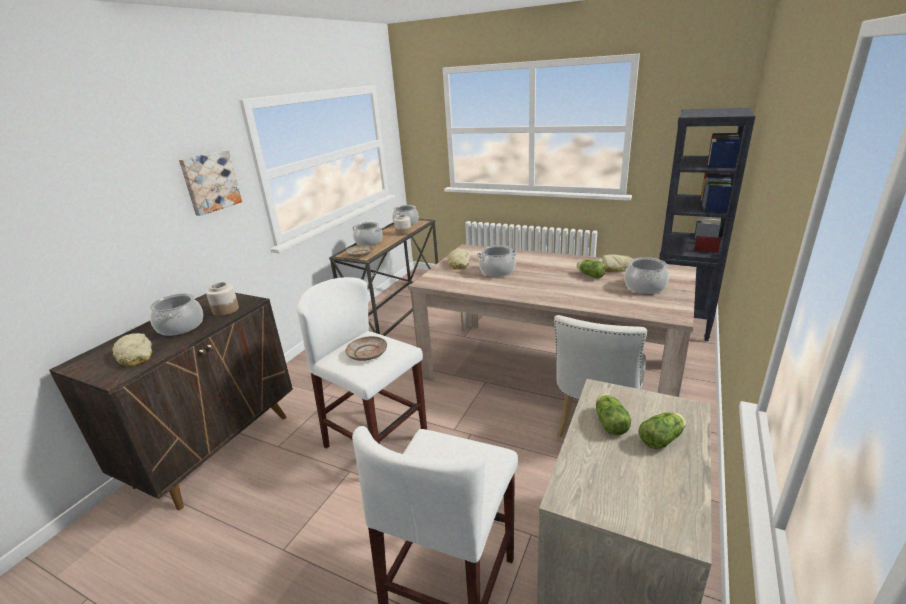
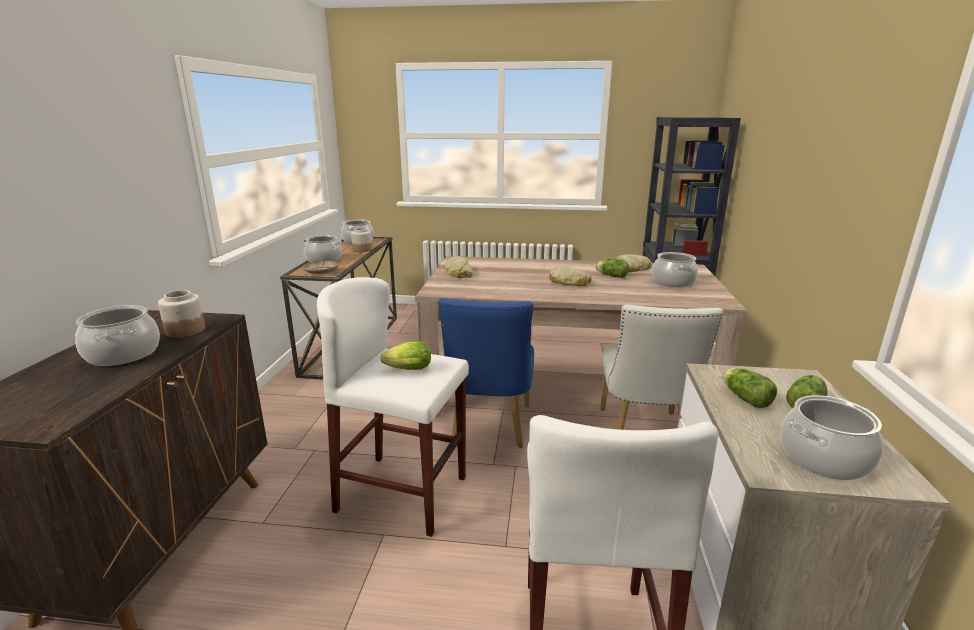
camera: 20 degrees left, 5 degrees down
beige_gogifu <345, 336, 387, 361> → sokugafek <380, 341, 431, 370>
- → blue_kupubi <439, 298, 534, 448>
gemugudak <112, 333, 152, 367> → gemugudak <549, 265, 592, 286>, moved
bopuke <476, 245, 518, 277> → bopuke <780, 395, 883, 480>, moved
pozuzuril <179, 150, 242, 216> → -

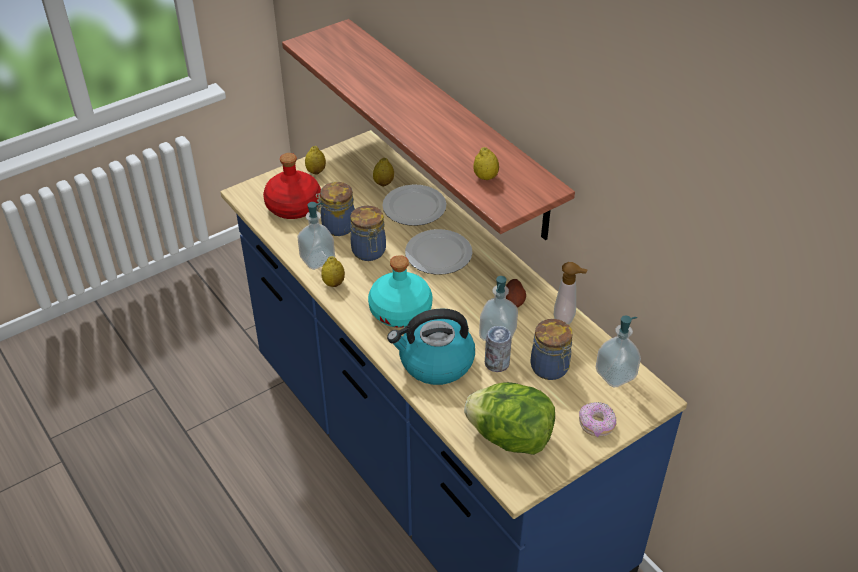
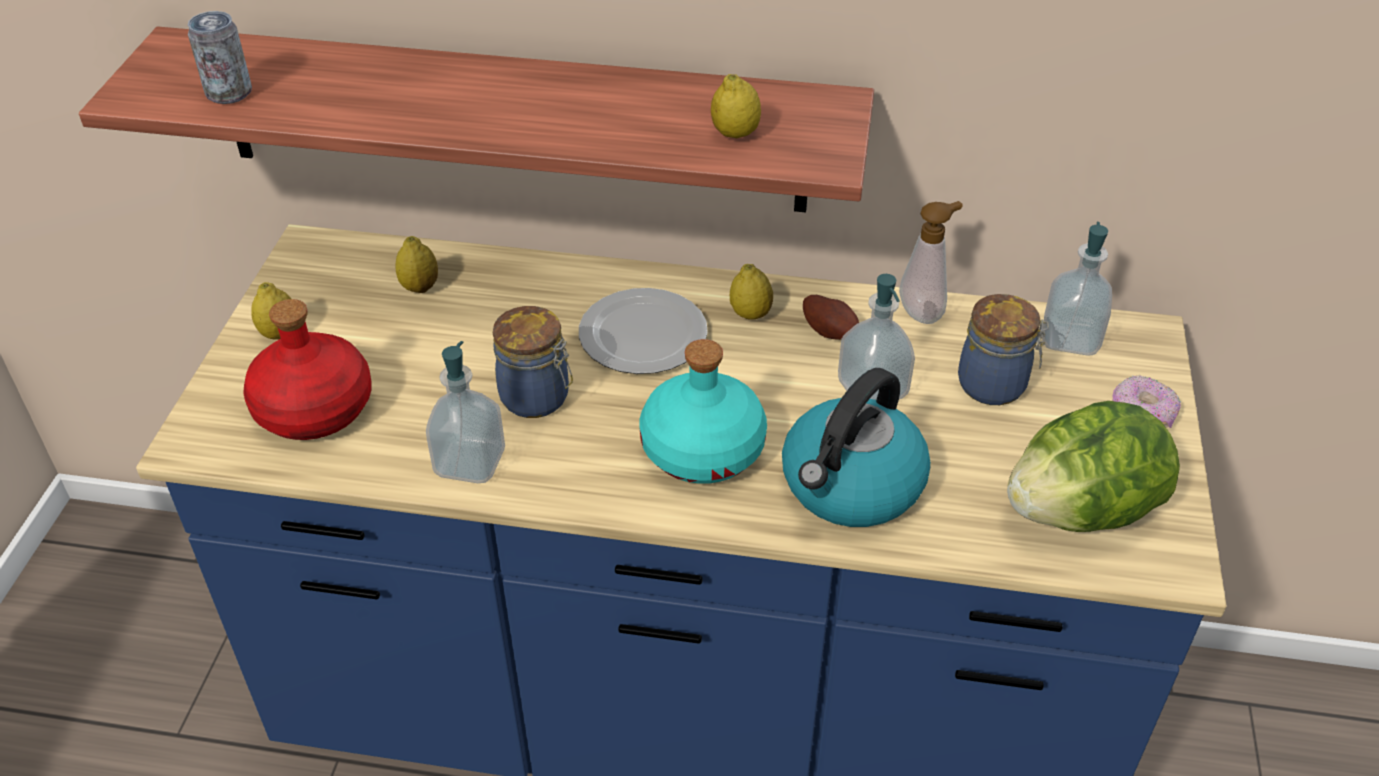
camera: 45 degrees left, 0 degrees up
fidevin <485, 326, 512, 372> → fidevin <188, 11, 252, 104>, moved
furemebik <321, 256, 345, 287> → furemebik <730, 264, 773, 320>, moved
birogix <316, 182, 355, 236> → -
gogifu <382, 184, 447, 226> → -

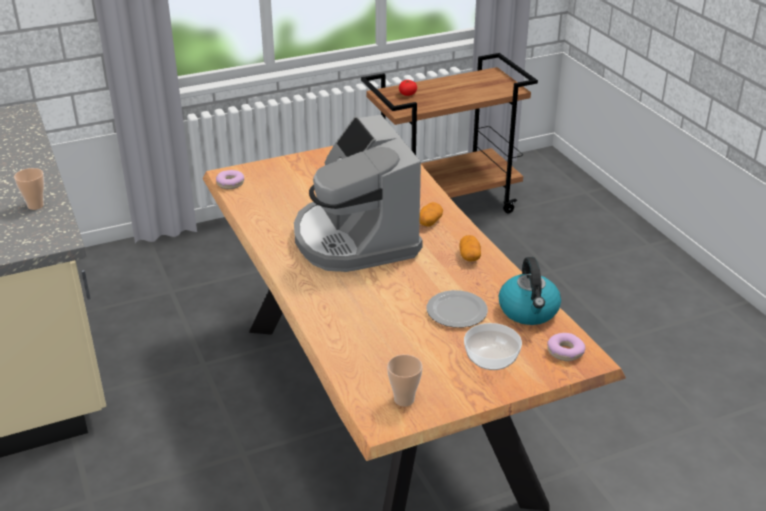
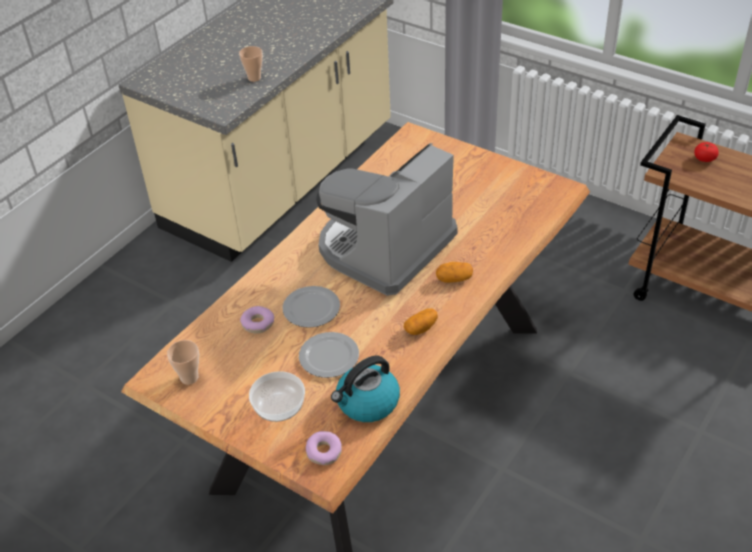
camera: 60 degrees right, 10 degrees up
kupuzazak <216, 170, 244, 189> → kupuzazak <240, 306, 274, 334>, moved
- → gogifu <283, 286, 340, 328>

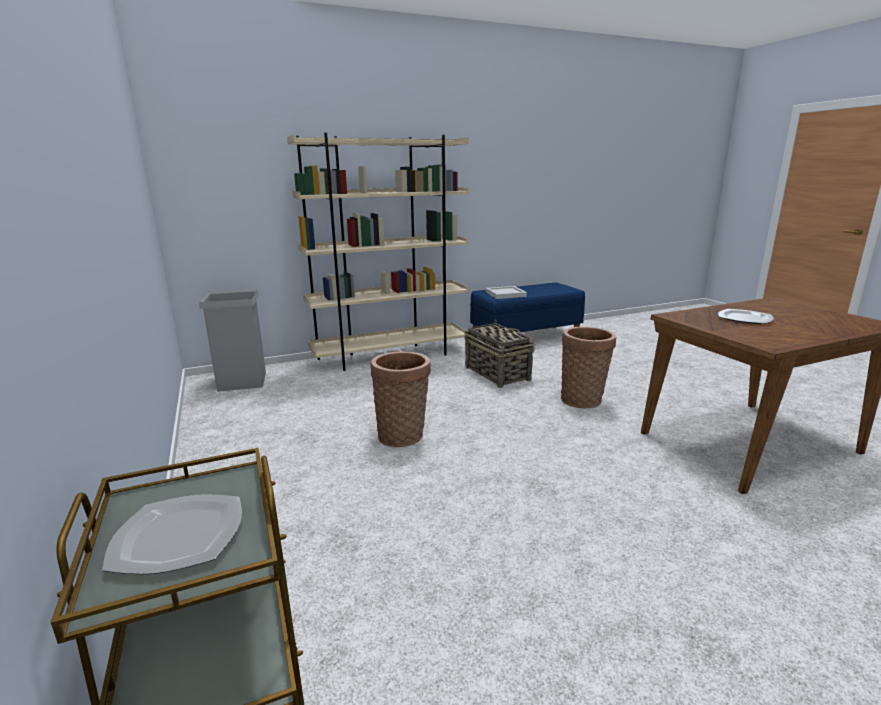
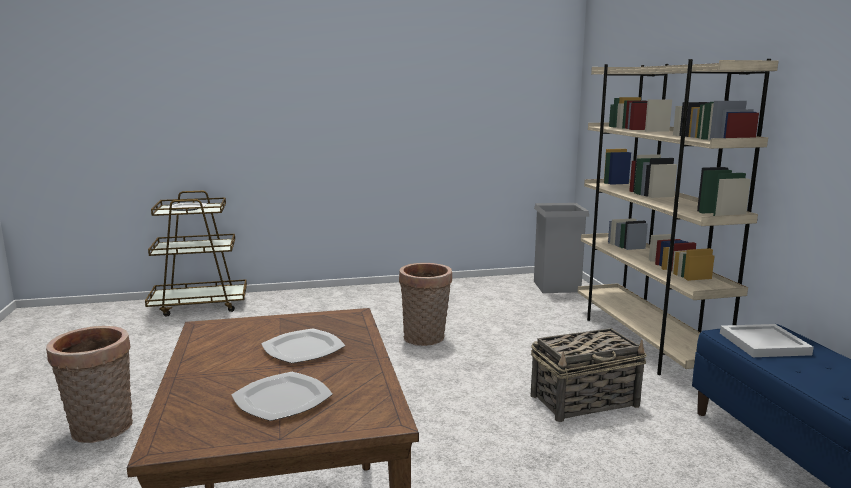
camera: 100 degrees right, 5 degrees down
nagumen <561, 327, 617, 408> → nagumen <46, 326, 133, 443>, moved
- → gogifu <231, 372, 333, 421>

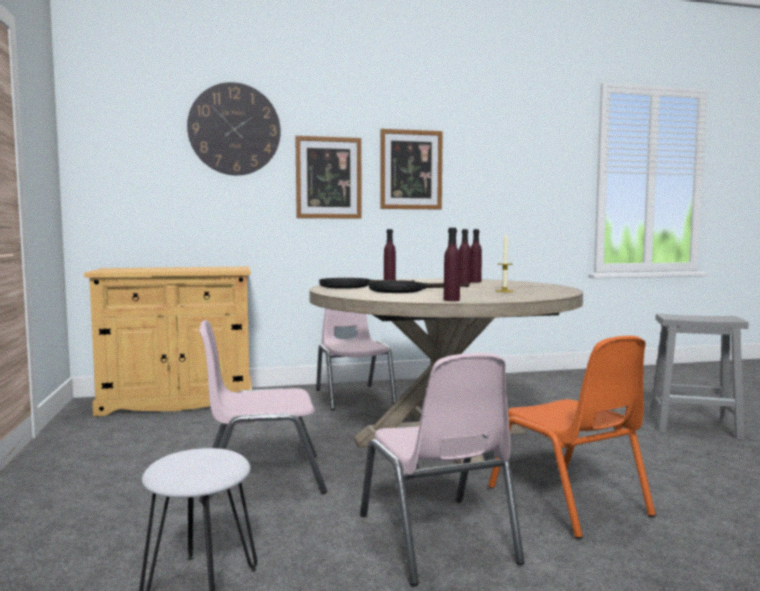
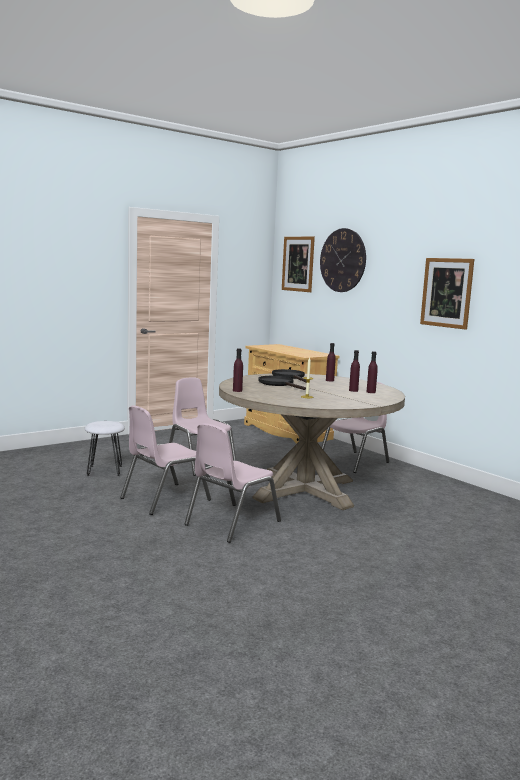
camera: 65 degrees right, 5 degrees up
orange_kupubi <488, 336, 656, 539> → pink_kupubi <184, 423, 281, 543>
pozuzuril <295, 136, 362, 219> → pozuzuril <282, 236, 315, 292>, moved
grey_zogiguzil <650, 314, 749, 440> → -

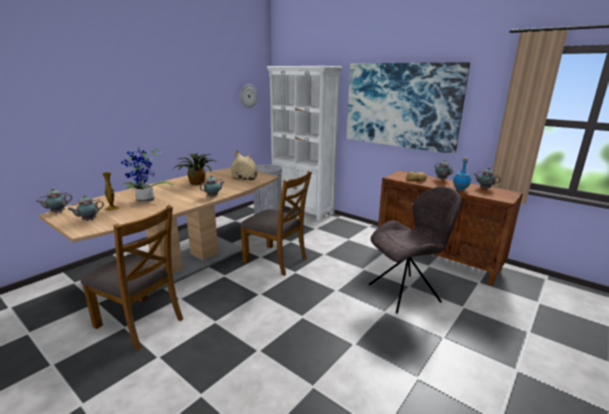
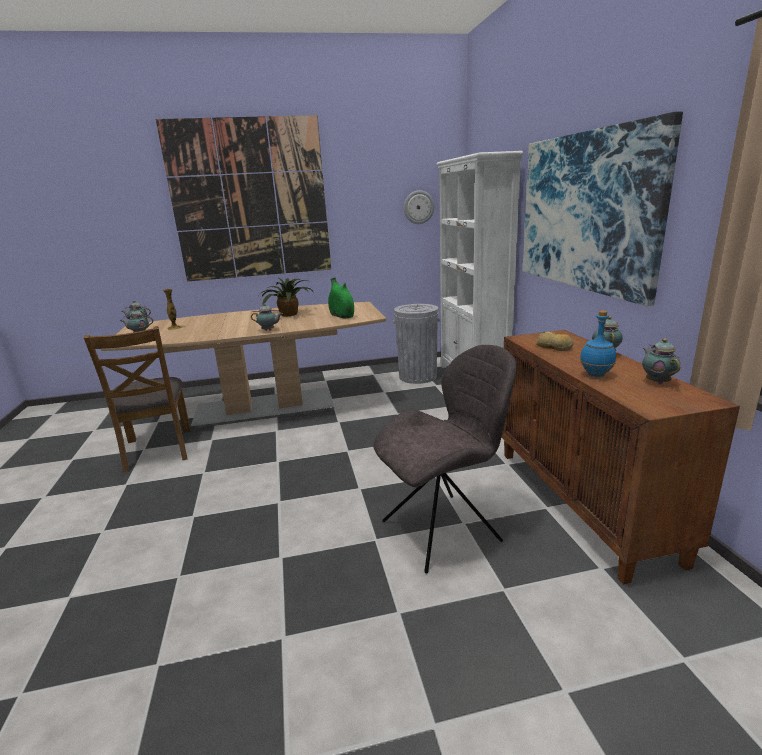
camera: 40 degrees right, 0 degrees up
- → pozuzuril <156, 115, 331, 281>
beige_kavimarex <231, 150, 257, 180> → green_kavimarex <328, 278, 354, 318>
grey_kupubi <369, 187, 462, 313> → grey_kupubi <373, 345, 517, 573>, 45 degrees counterclockwise
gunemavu <121, 147, 174, 203> → -
brown_kupubi <240, 170, 312, 276> → -

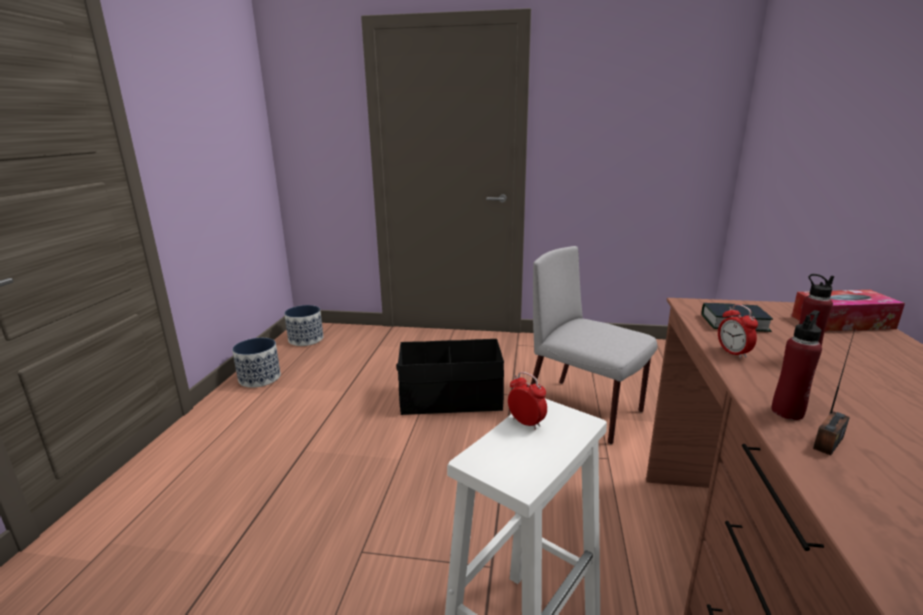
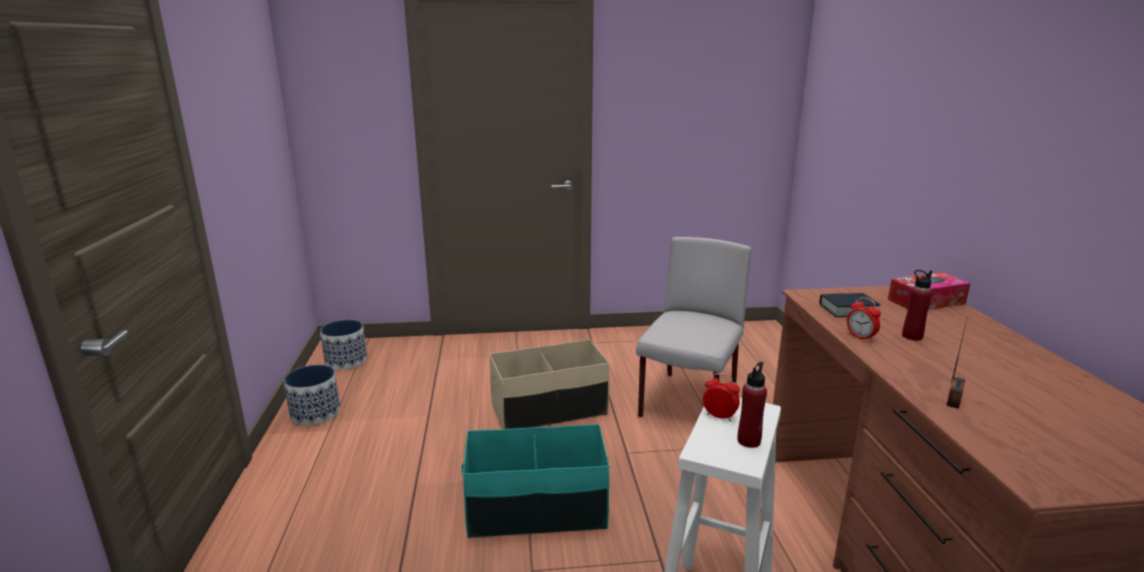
camera: 15 degrees left, 0 degrees up
- → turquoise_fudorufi <461, 424, 609, 538>
black_fudorufi <396, 339, 504, 415> → beige_fudorufi <489, 339, 609, 429>
grey_kupubi <531, 246, 657, 444> → grey_kupubi <636, 237, 751, 417>, 90 degrees clockwise
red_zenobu <771, 310, 822, 420> → red_zenobu <738, 361, 767, 448>, moved

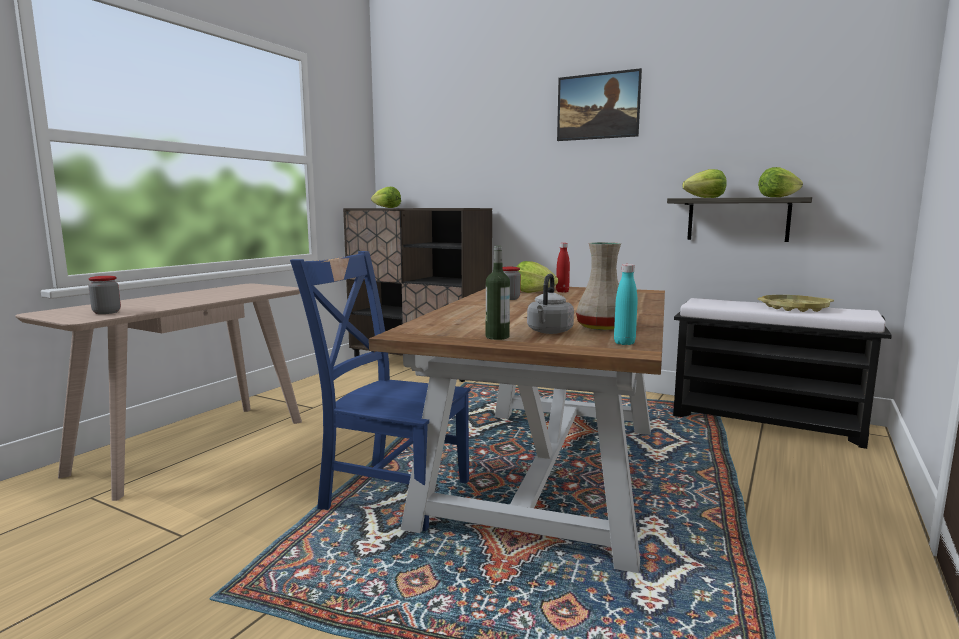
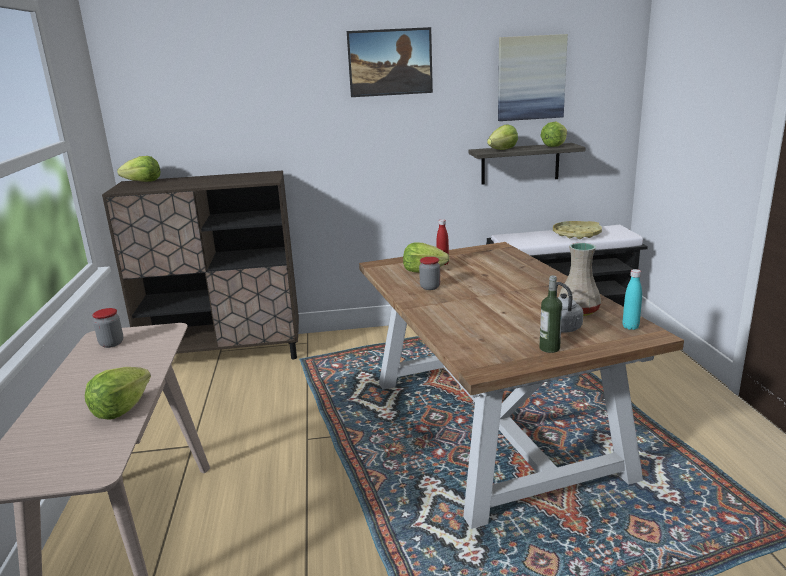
camera: 35 degrees left, 10 degrees up
- → sokugafek <85, 367, 151, 420>
birogix <88, 276, 121, 314> → birogix <92, 308, 123, 348>, moved
- → pozuzuril <498, 34, 568, 121>
blue_kupubi <290, 251, 471, 531> → -

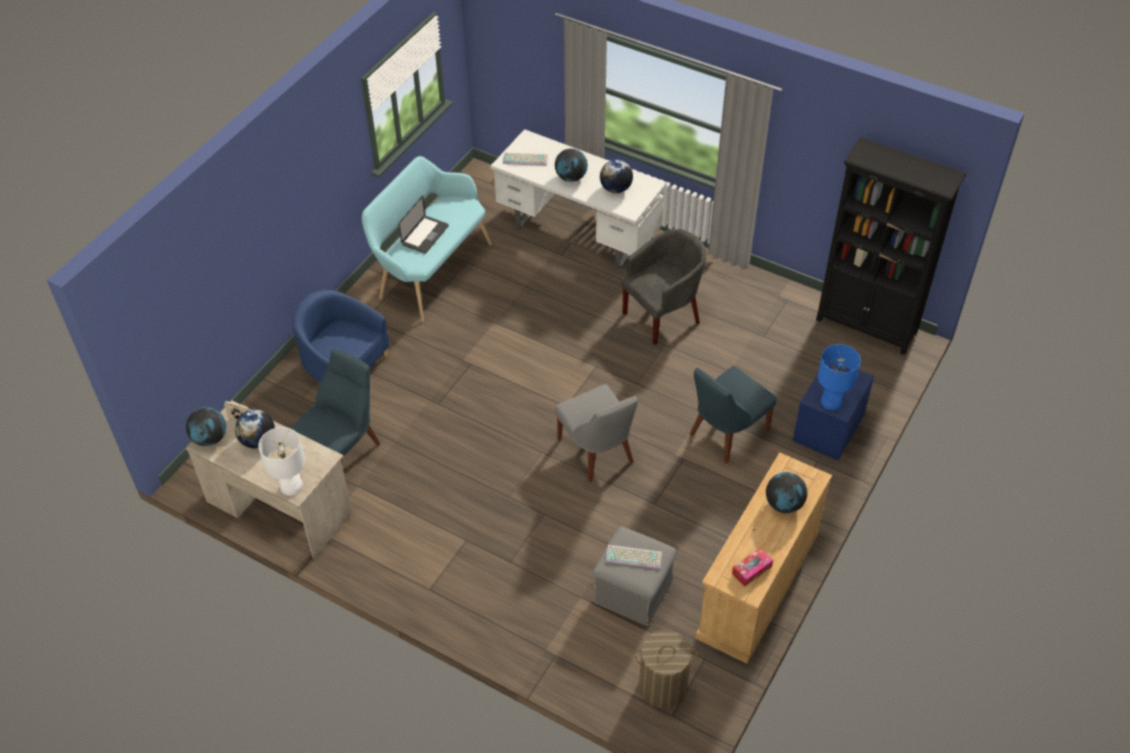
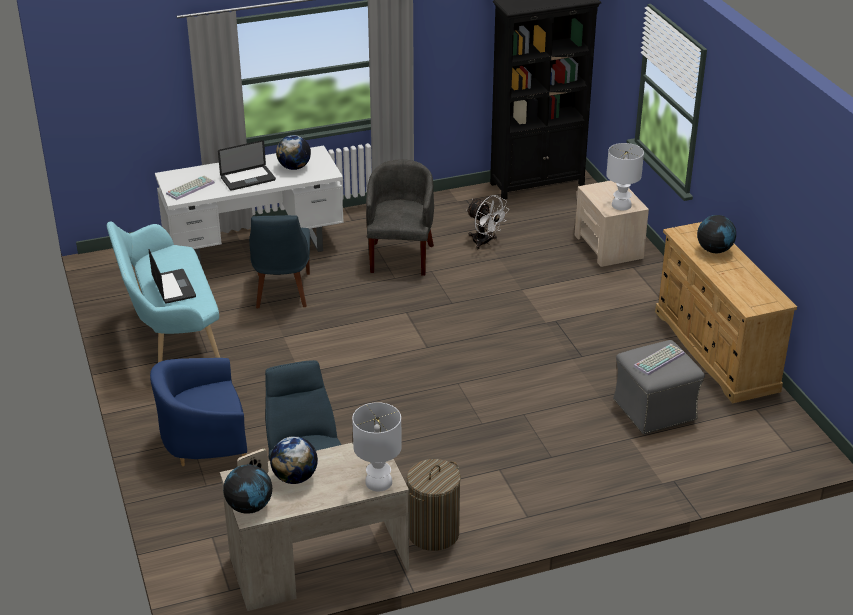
camera: 50 degrees left, 15 degrees down
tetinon <555, 148, 588, 182> → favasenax <218, 140, 276, 191>
blue_kupubi <690, 366, 776, 464> → blue_kupubi <249, 215, 310, 308>, moved
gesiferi <635, 630, 697, 709> → gesiferi <407, 459, 461, 551>, moved
- → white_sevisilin <466, 195, 509, 249>
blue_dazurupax <793, 364, 874, 461> → beige_dazurupax <575, 181, 649, 267>
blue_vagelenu <818, 344, 861, 410> → white_vagelenu <606, 143, 644, 210>
grey_kupubi <555, 384, 638, 482> → -
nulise <732, 548, 773, 586> → -

